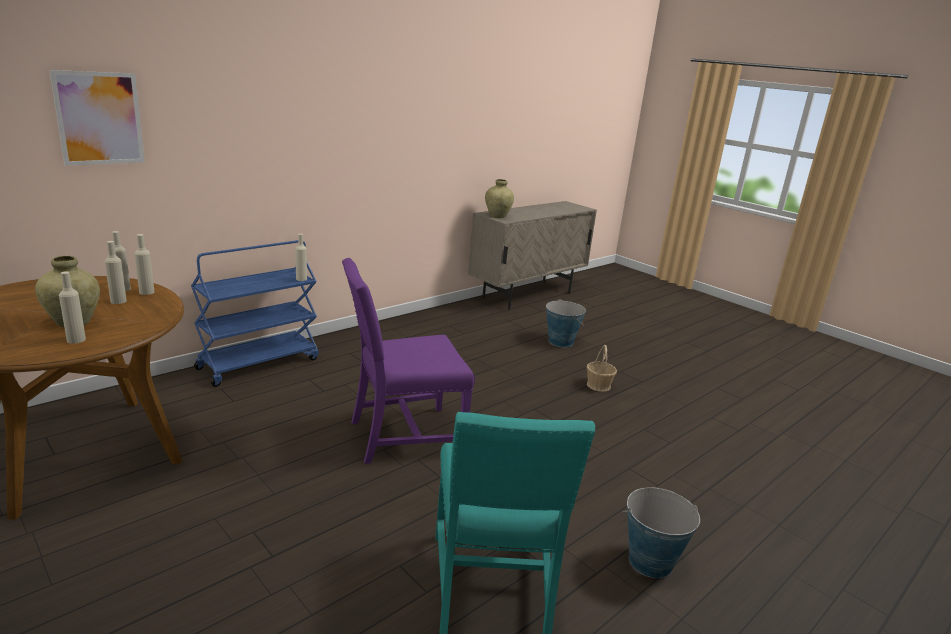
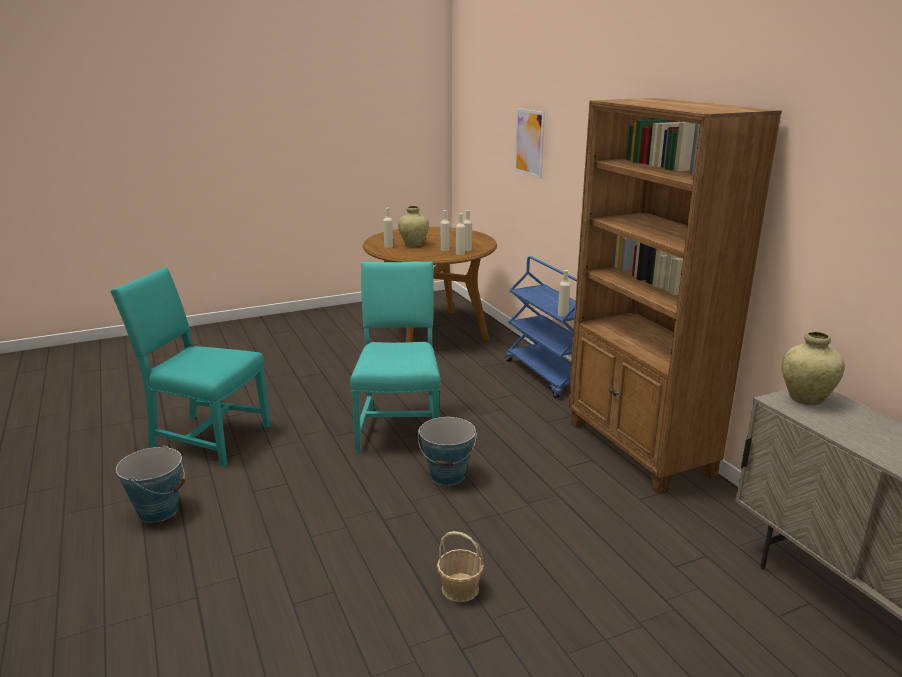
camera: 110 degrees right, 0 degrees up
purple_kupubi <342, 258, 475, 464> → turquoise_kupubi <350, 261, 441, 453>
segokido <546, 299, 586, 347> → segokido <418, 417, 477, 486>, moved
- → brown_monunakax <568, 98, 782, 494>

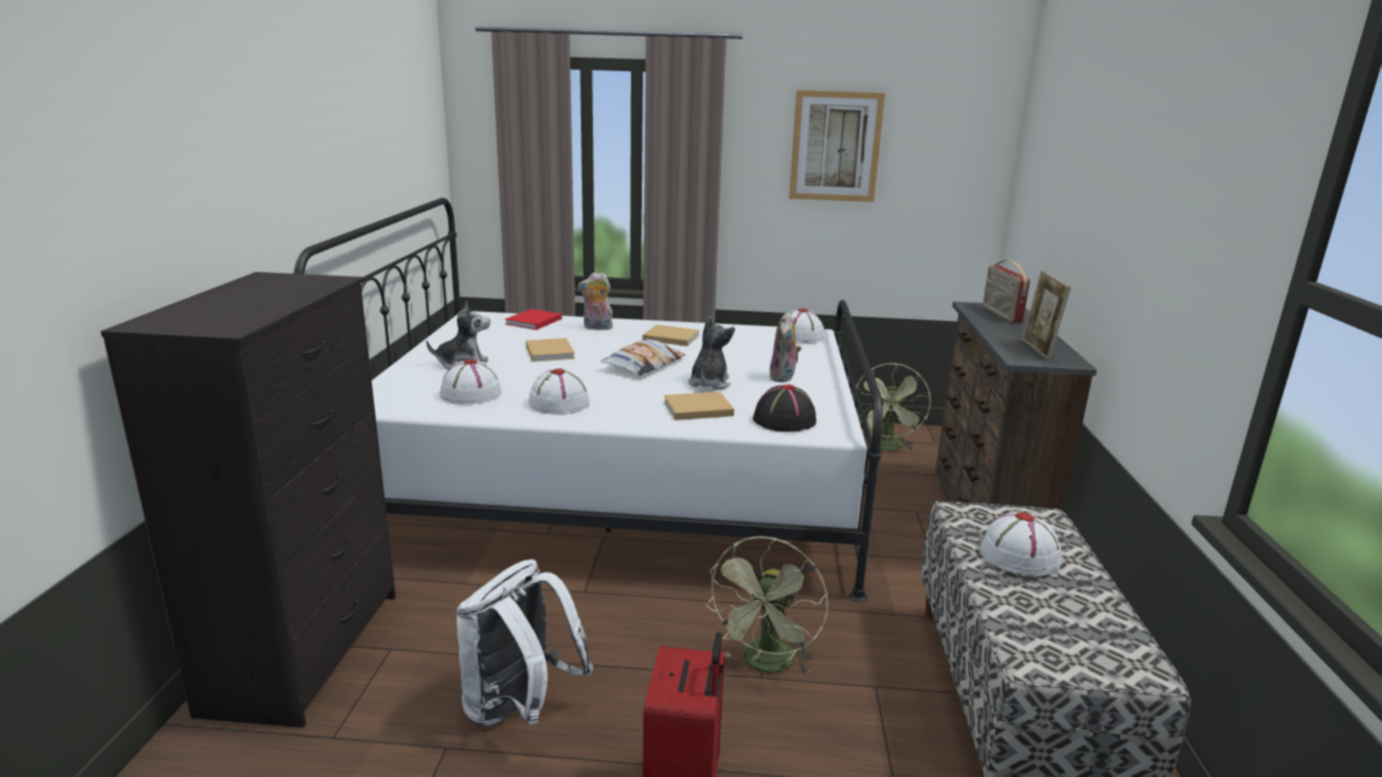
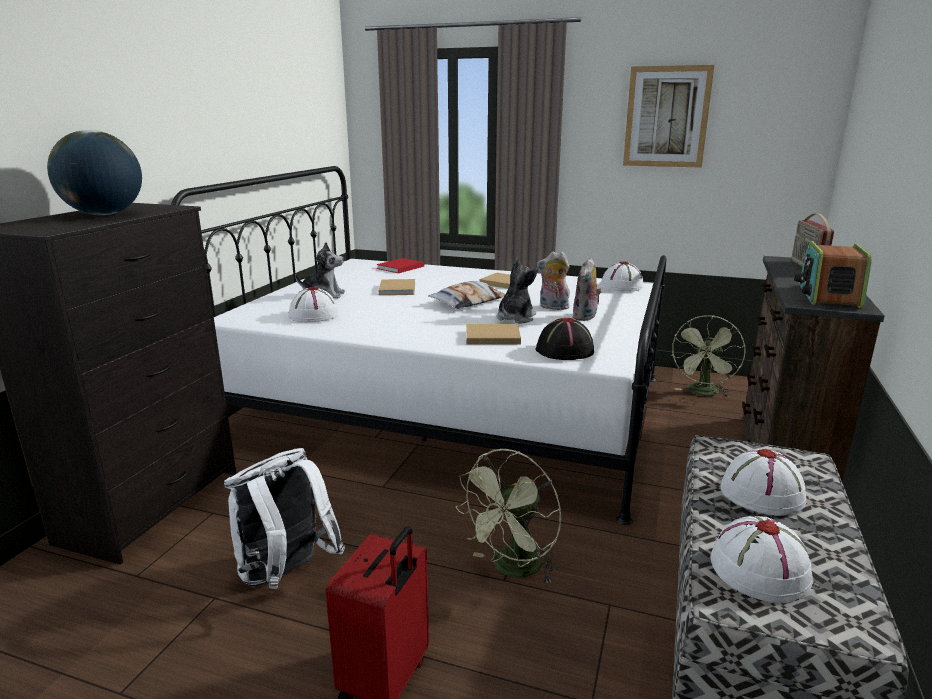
camera: 15 degrees right, 0 degrees up
- → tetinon <47, 130, 142, 215>
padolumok <578, 272, 614, 330> → padolumok <537, 251, 570, 310>, moved
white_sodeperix <529, 368, 590, 415> → white_sodeperix <711, 516, 813, 603>, moved
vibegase <1022, 271, 1071, 360> → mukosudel <794, 241, 872, 309>

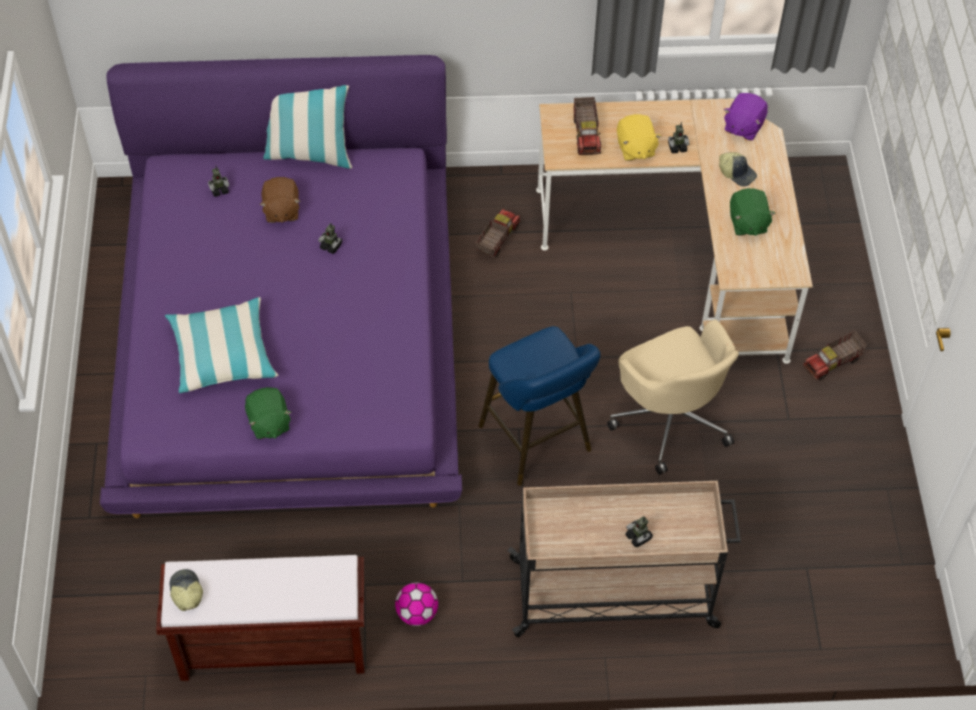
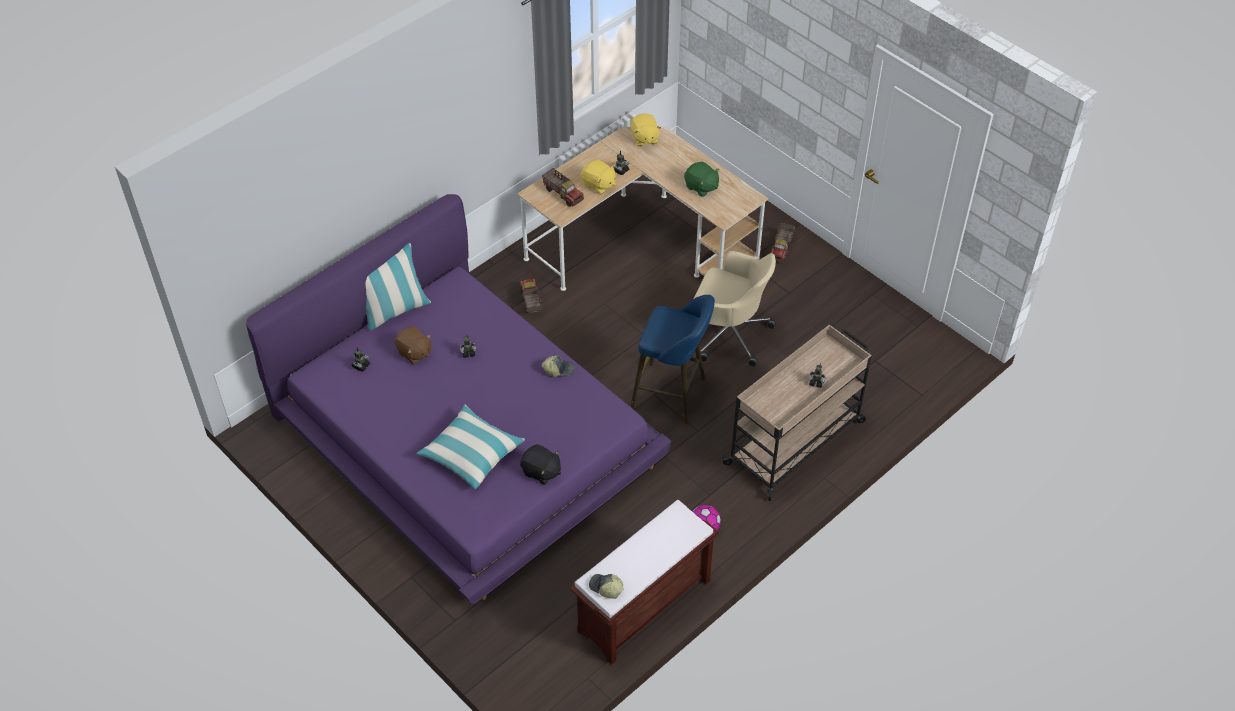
camera: 40 degrees left, 5 degrees down
green_padolumok <245, 387, 291, 439> → black_padolumok <520, 444, 561, 485>
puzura <719, 152, 757, 187> → puzura <542, 356, 574, 377>, moved
purple_padolumok <724, 93, 768, 140> → yellow_padolumok <631, 113, 661, 146>

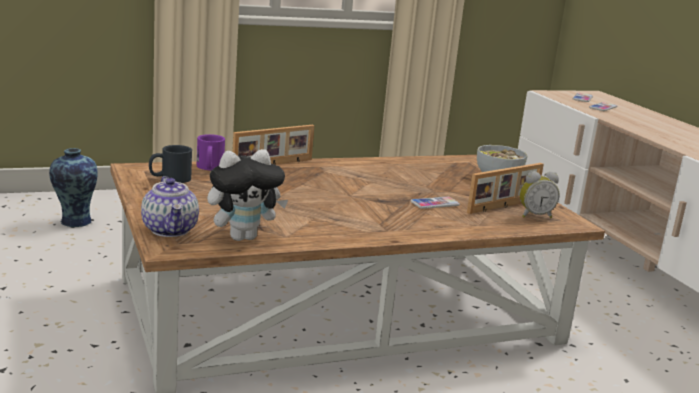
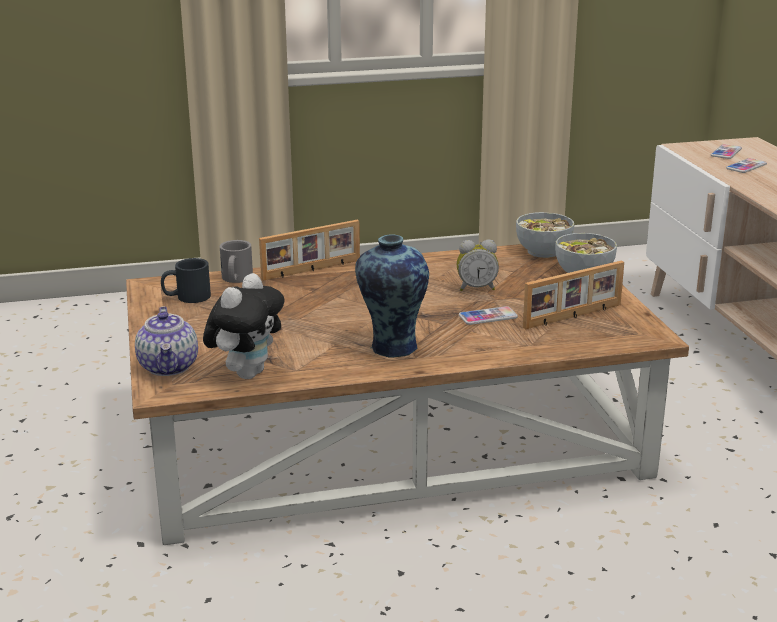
camera: 10 degrees right, 5 degrees up
padolumok <207, 149, 288, 241> → padolumok <203, 273, 284, 379>, 45 degrees counterclockwise
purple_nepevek <197, 134, 225, 170> → grey_nepevek <220, 240, 253, 283>
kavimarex <49, 148, 98, 227> → kavimarex <355, 234, 429, 358>, moved
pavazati <520, 171, 560, 218> → pavazati <457, 240, 499, 291>, moved
- → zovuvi <516, 212, 574, 258>

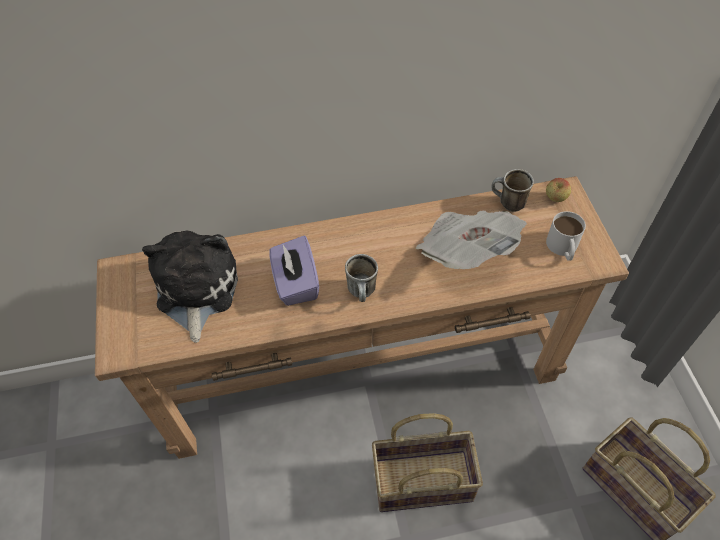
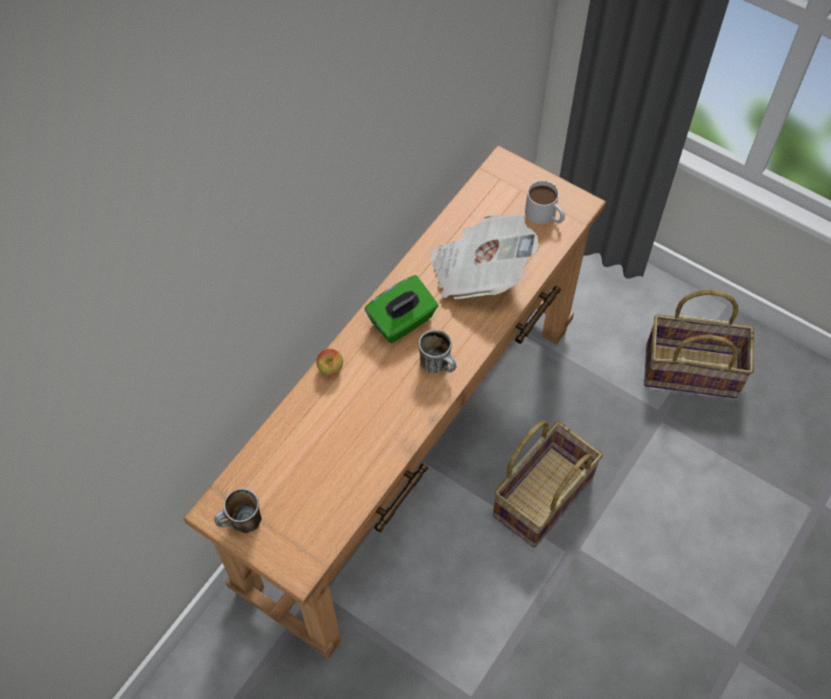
camera: 45 degrees left, 5 degrees up
nepevek <491, 169, 534, 212> → nepevek <214, 488, 262, 533>, moved
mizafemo <546, 178, 571, 202> → mizafemo <317, 349, 343, 376>, moved
- → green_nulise <365, 275, 438, 343>
padolumok <142, 230, 238, 343> → -
purple_nulise <269, 236, 319, 306> → -

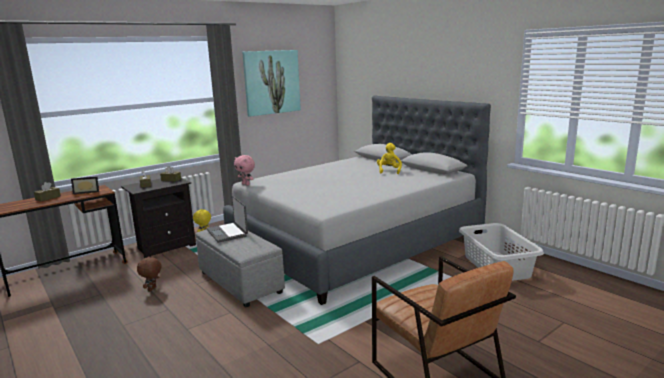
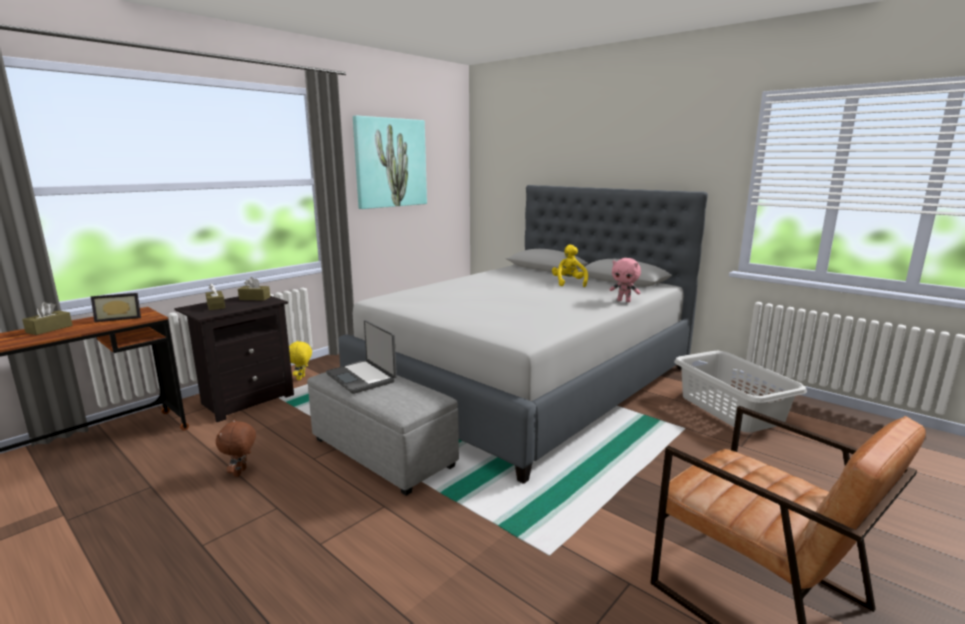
camera: 10 degrees left, 0 degrees up
pink_padolumok <234, 155, 255, 185> → pink_padolumok <609, 258, 641, 302>, moved

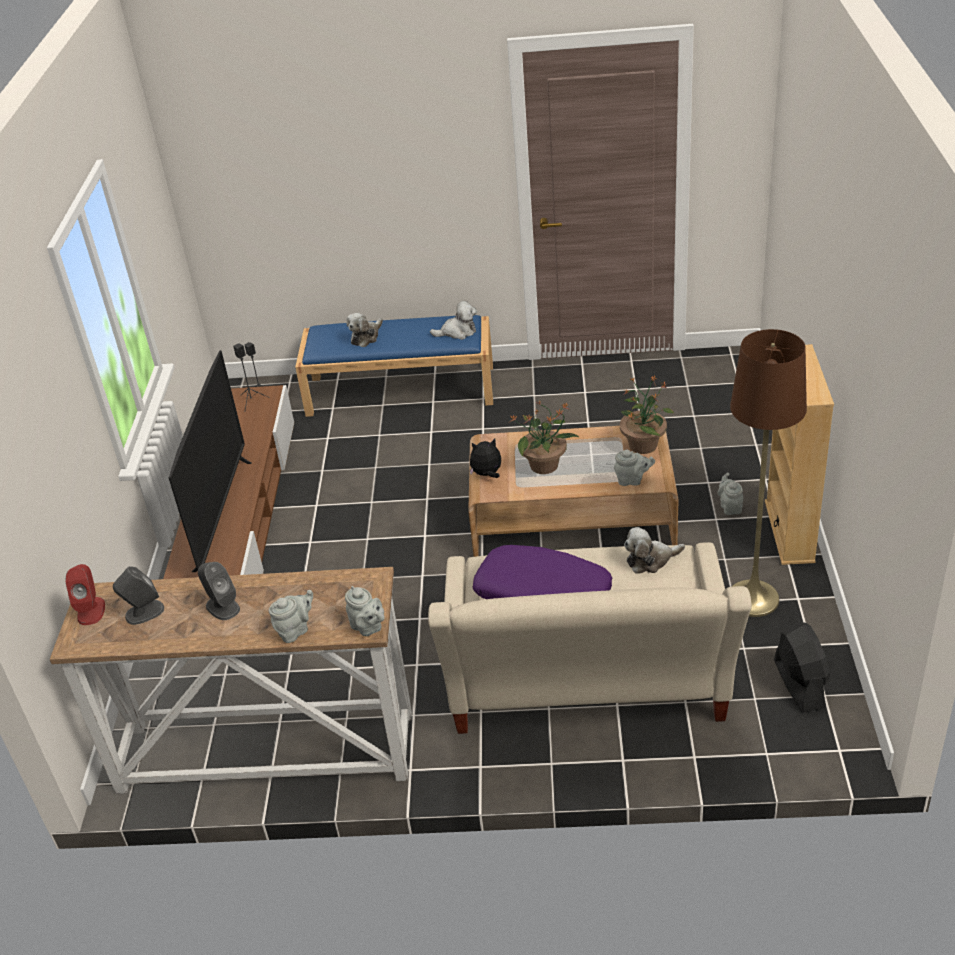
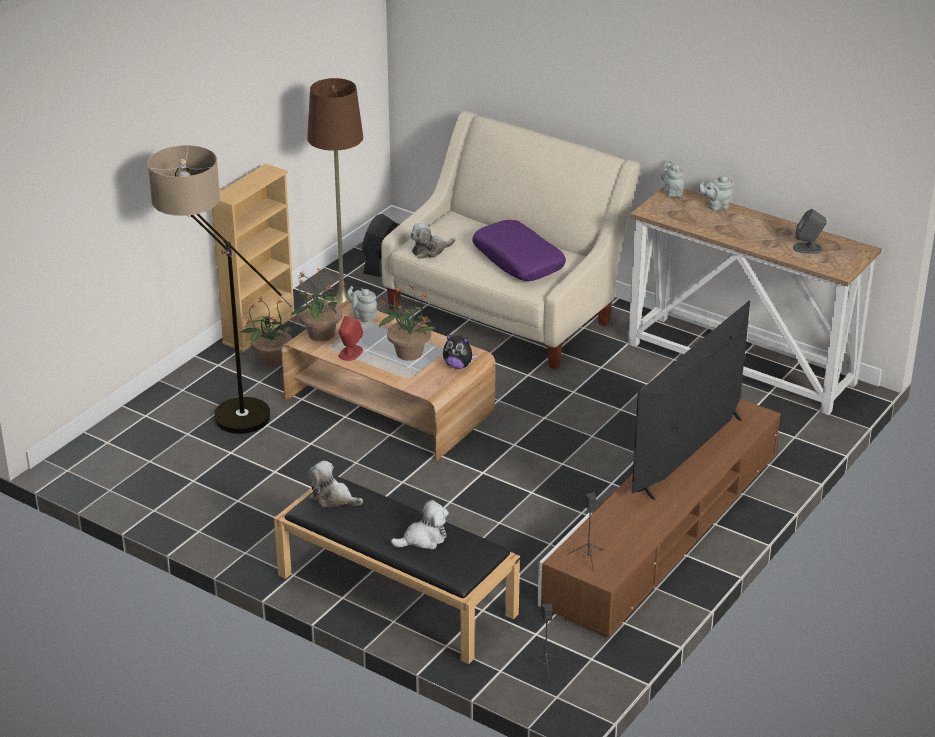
camera: 150 degrees left, 5 degrees down
- → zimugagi <147, 145, 293, 434>
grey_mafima <717, 473, 743, 515> → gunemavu <239, 297, 298, 367>
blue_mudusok <295, 315, 493, 417> → black_mudusok <274, 476, 520, 664>
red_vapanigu <65, 564, 105, 625> → red_vapanigu <339, 316, 363, 361>, moved
padolumok <624, 527, 685, 574> → padolumok <410, 223, 456, 259>, 135 degrees clockwise
grey_vapanigu <198, 562, 240, 620> → -

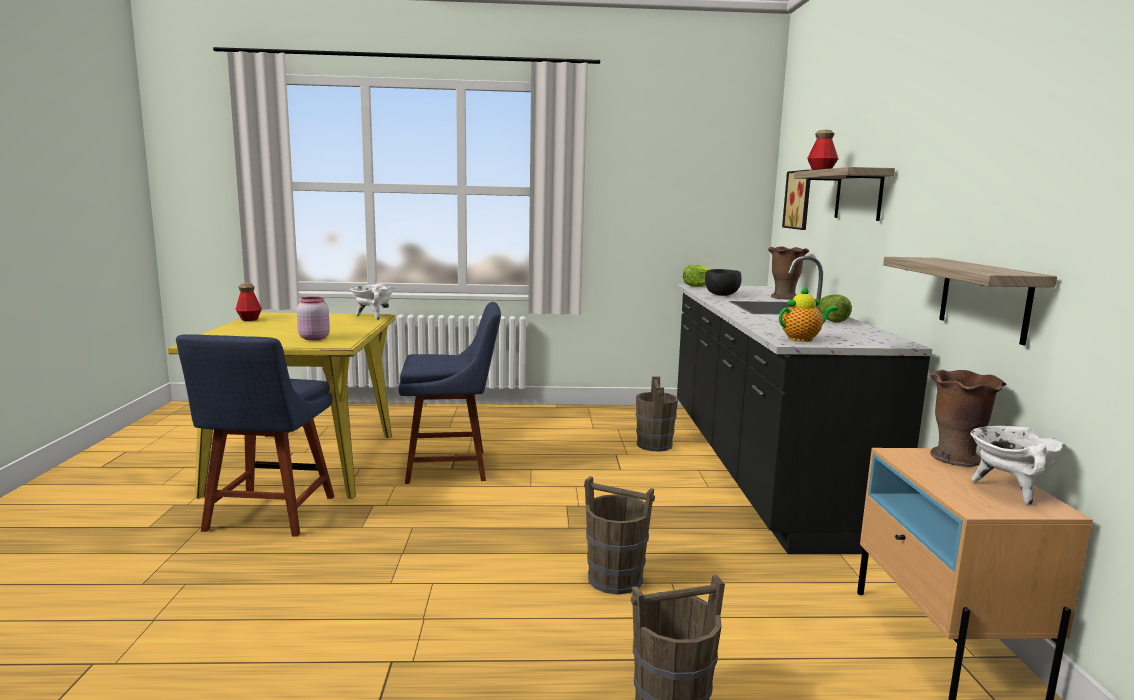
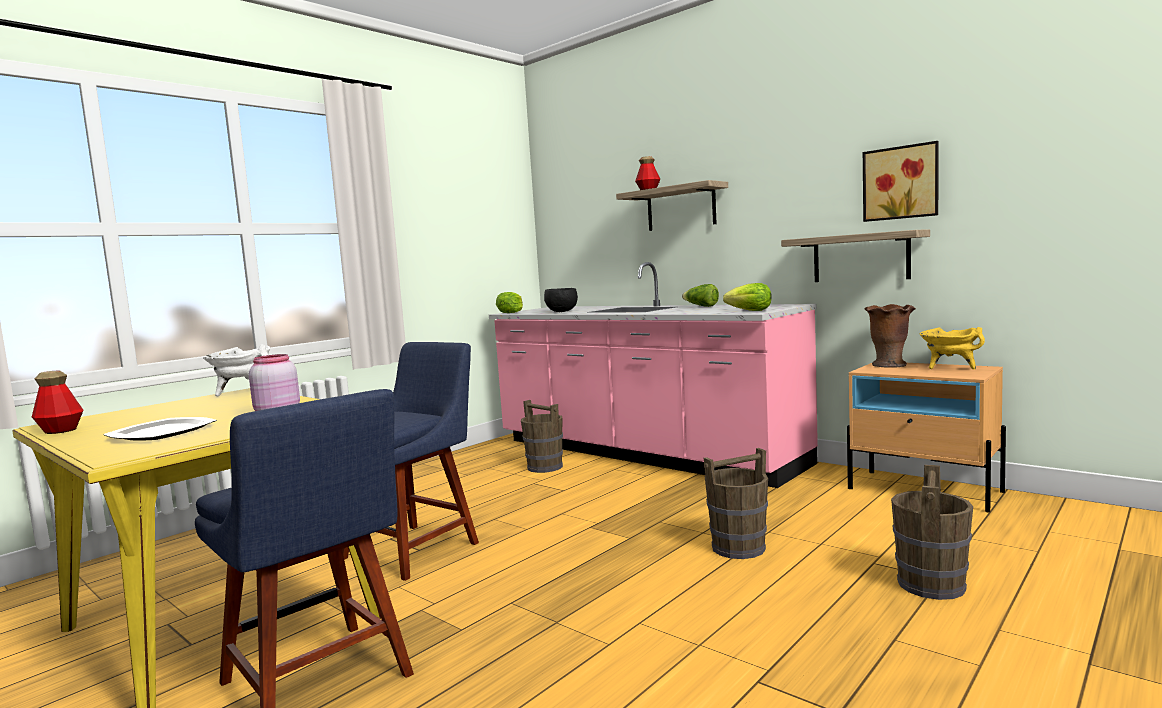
camera: 45 degrees left, 5 degrees down
- → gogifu <103, 417, 217, 440>
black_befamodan <677, 256, 932, 554> → pink_befamodan <489, 262, 818, 488>
mafima <779, 285, 838, 342> → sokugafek <723, 283, 772, 311>
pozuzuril <782, 170, 810, 230> → pozuzuril <863, 141, 939, 222>, moved
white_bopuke <970, 426, 1066, 505> → yellow_bopuke <920, 327, 985, 370>
brown_kavimarex <768, 246, 809, 299> → -

